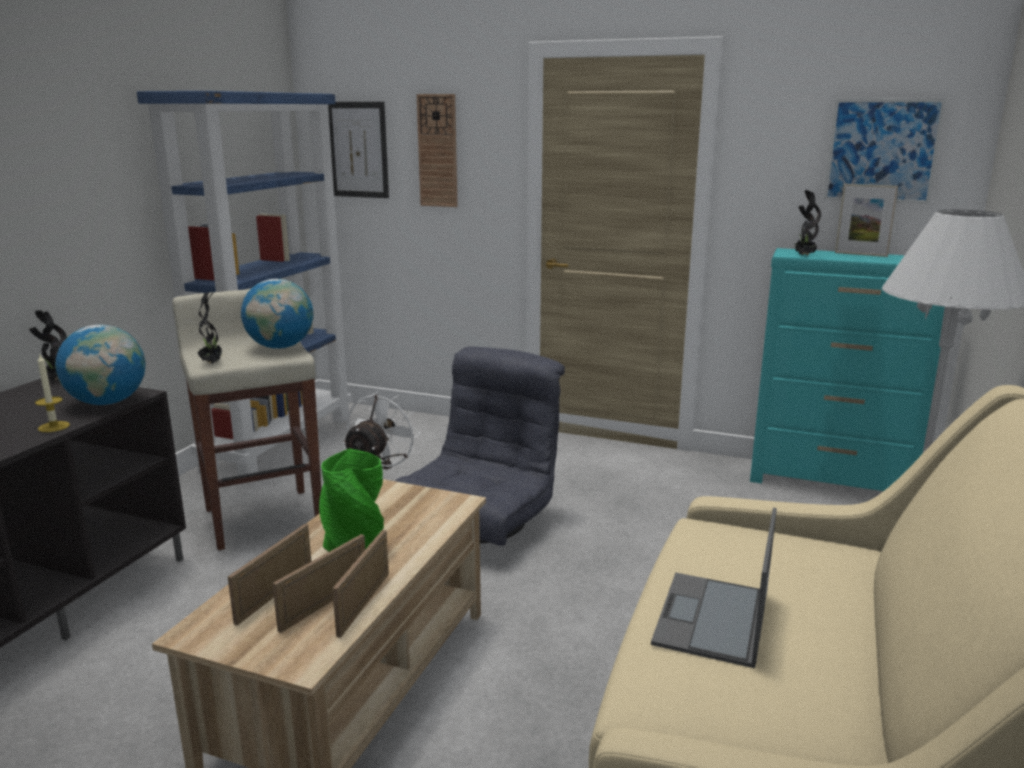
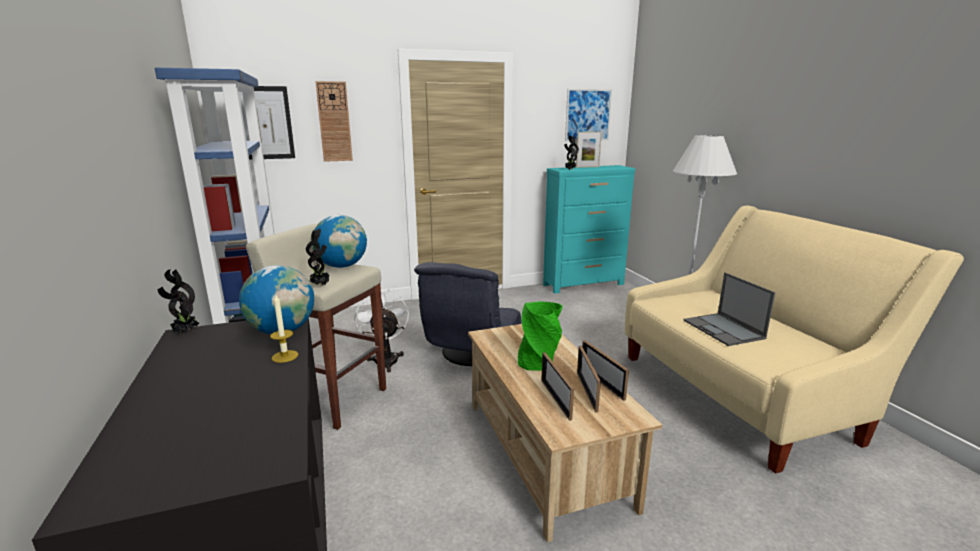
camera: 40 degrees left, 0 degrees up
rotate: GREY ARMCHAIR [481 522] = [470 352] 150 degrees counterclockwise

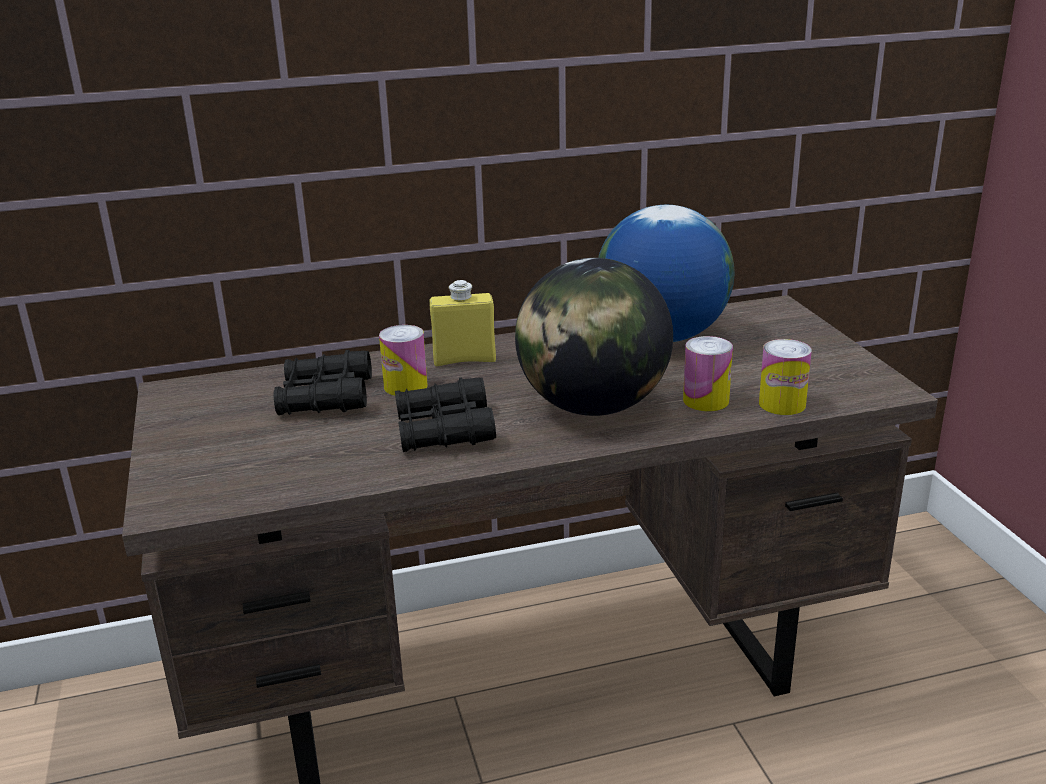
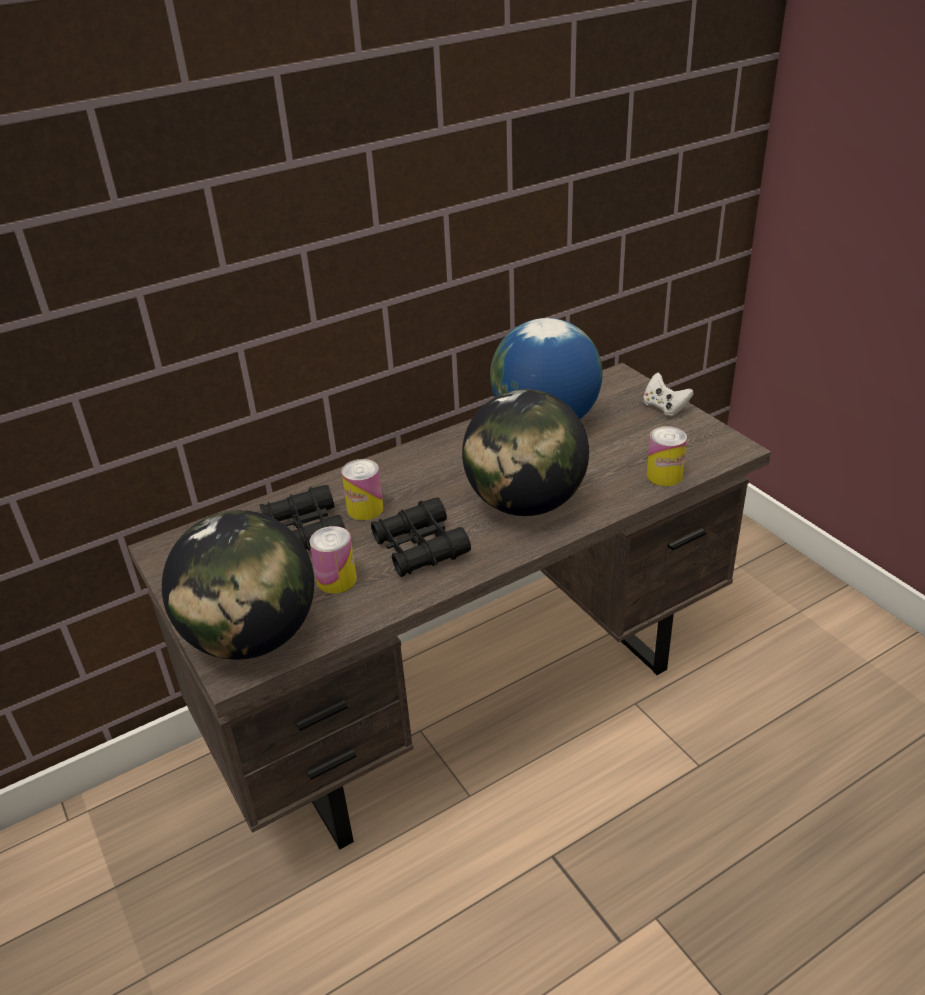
camera: 15 degrees left, 10 degrees up
delete: YELLOW BOTTLE [464 360]
insert: WHITE GAME CONTROLLER [664 408]; GLOBE [252 637]
move: CAN [706 401] to [336 580]

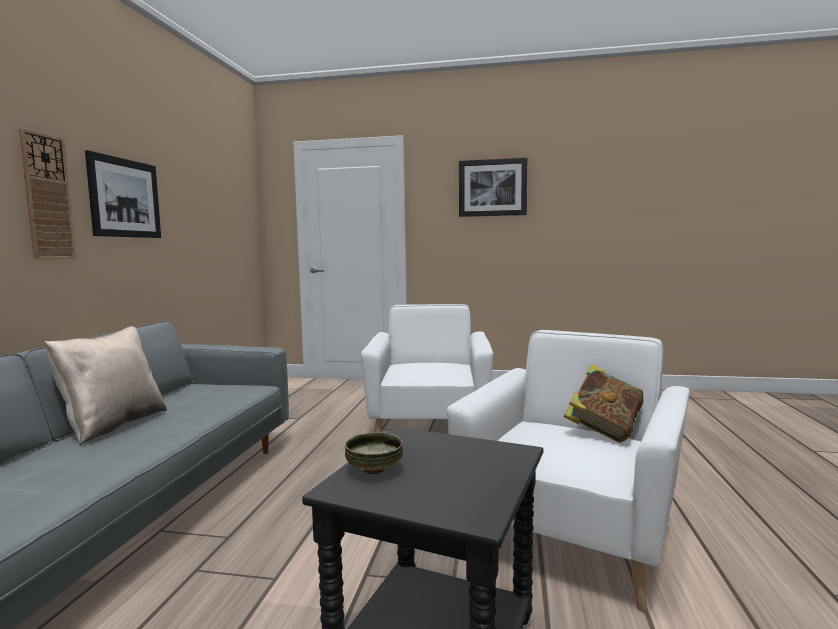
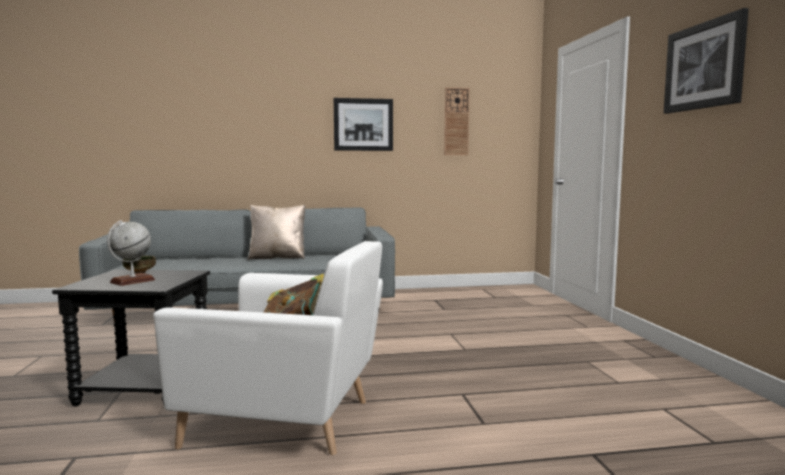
camera: 70 degrees right, 0 degrees up
delete: WHITE ARMCHAIR [429 425]
insert: GLOBE [132 281]
move: WALL CLOCK [47 197] to [456 121]

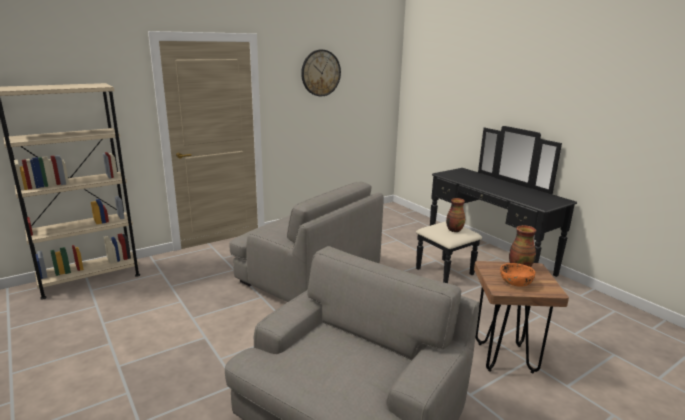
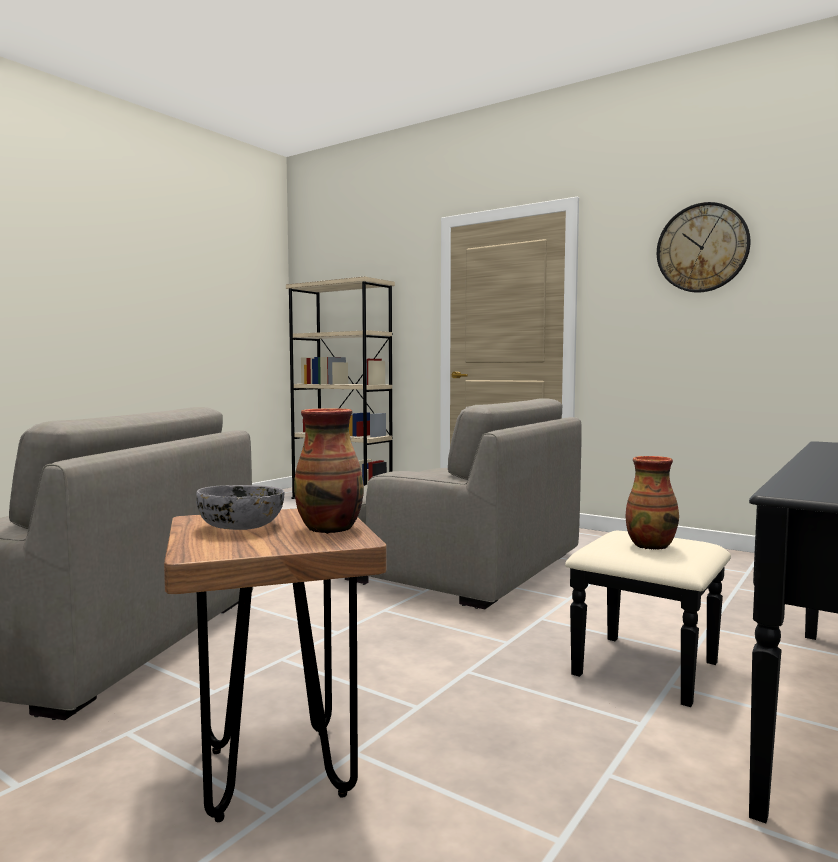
camera: 70 degrees right, 15 degrees down
recolor: ORANGE BOWL [515 282] to GREY BOWL [242 527]
rotate: GREY ARMCHAIR [308 274] = [461 567] 75 degrees counterclockwise

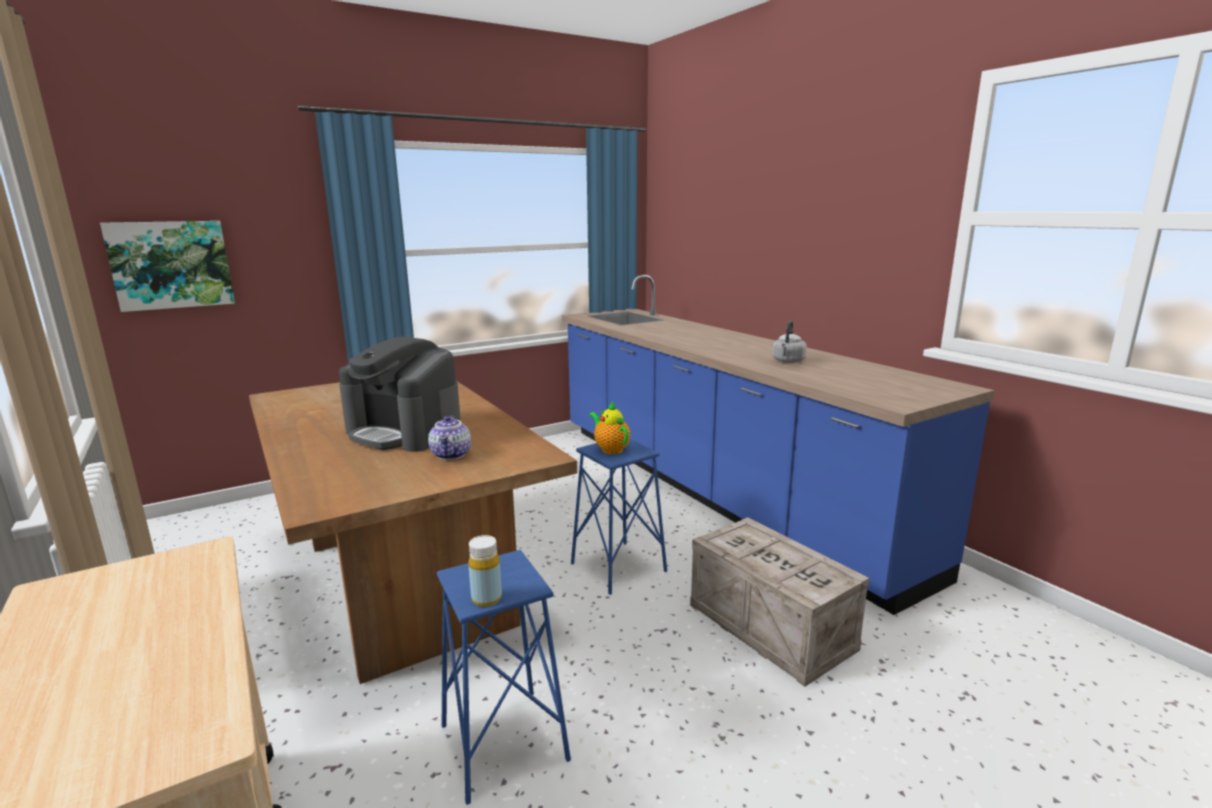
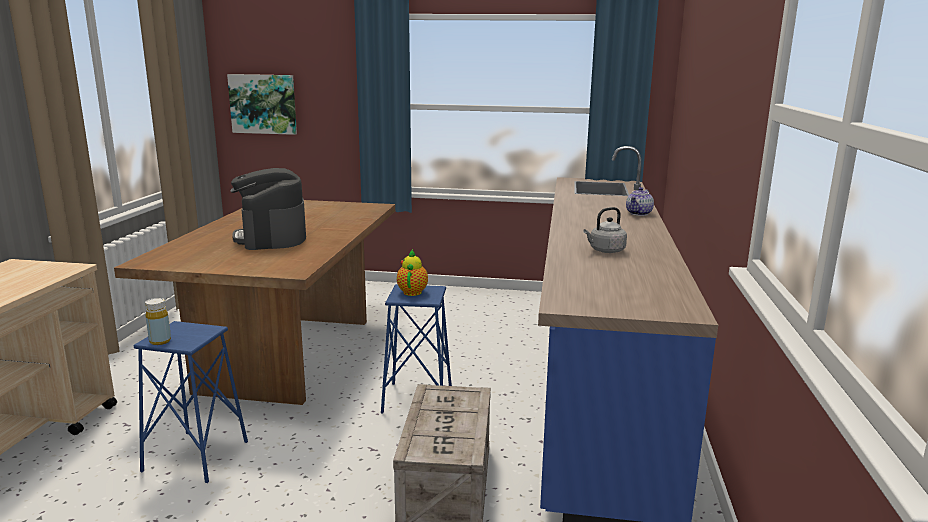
camera: 40 degrees right, 0 degrees up
move: TEAPOT [452 455] to [639 213]

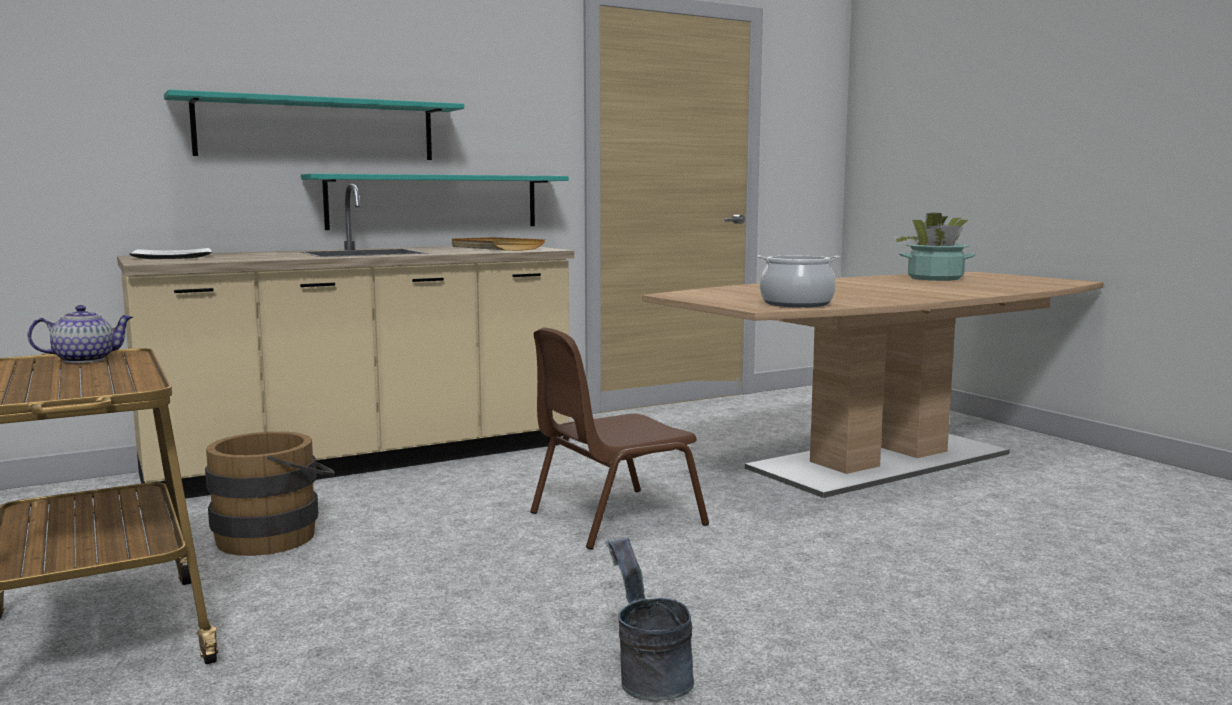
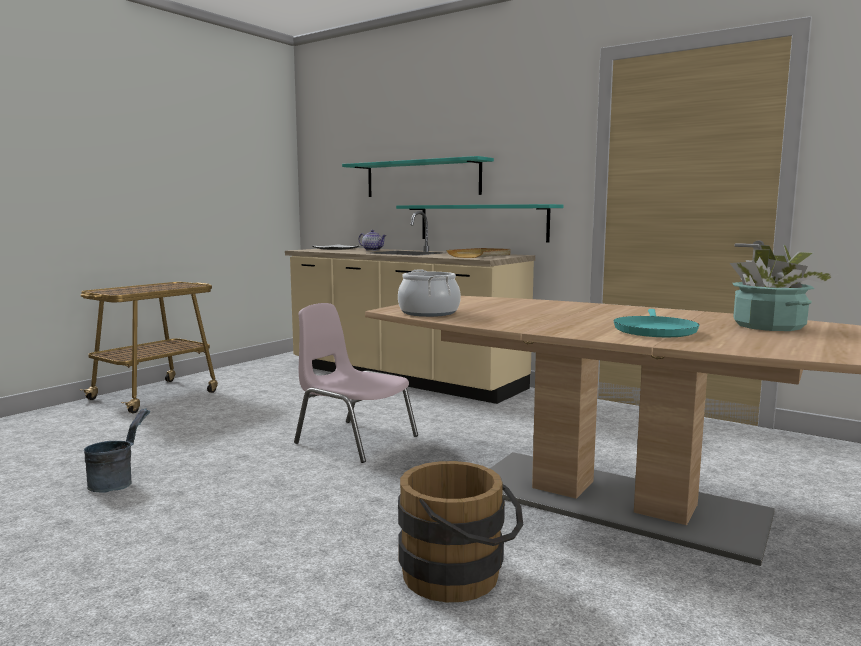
camera: 65 degrees right, 0 degrees up
insert: TURQUOISE FRYING PAN [654 331]
move: TEAPOT [85 360] to [373 250]; BROWN BUCKET [276 535] to [460 576]
recolor: BROWN CHAIR [613 519] to PINK CHAIR [354 439]

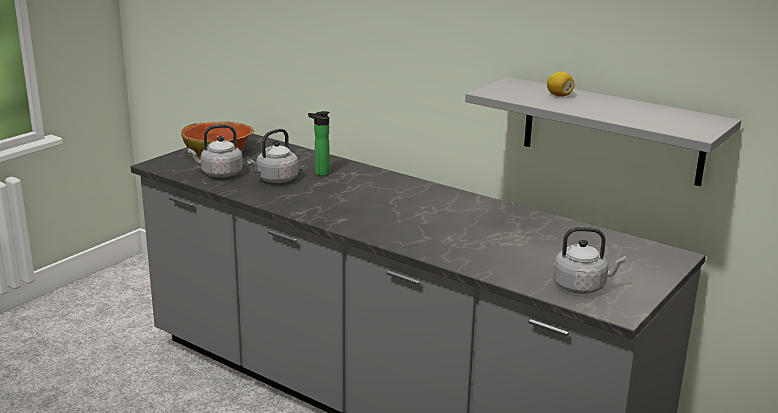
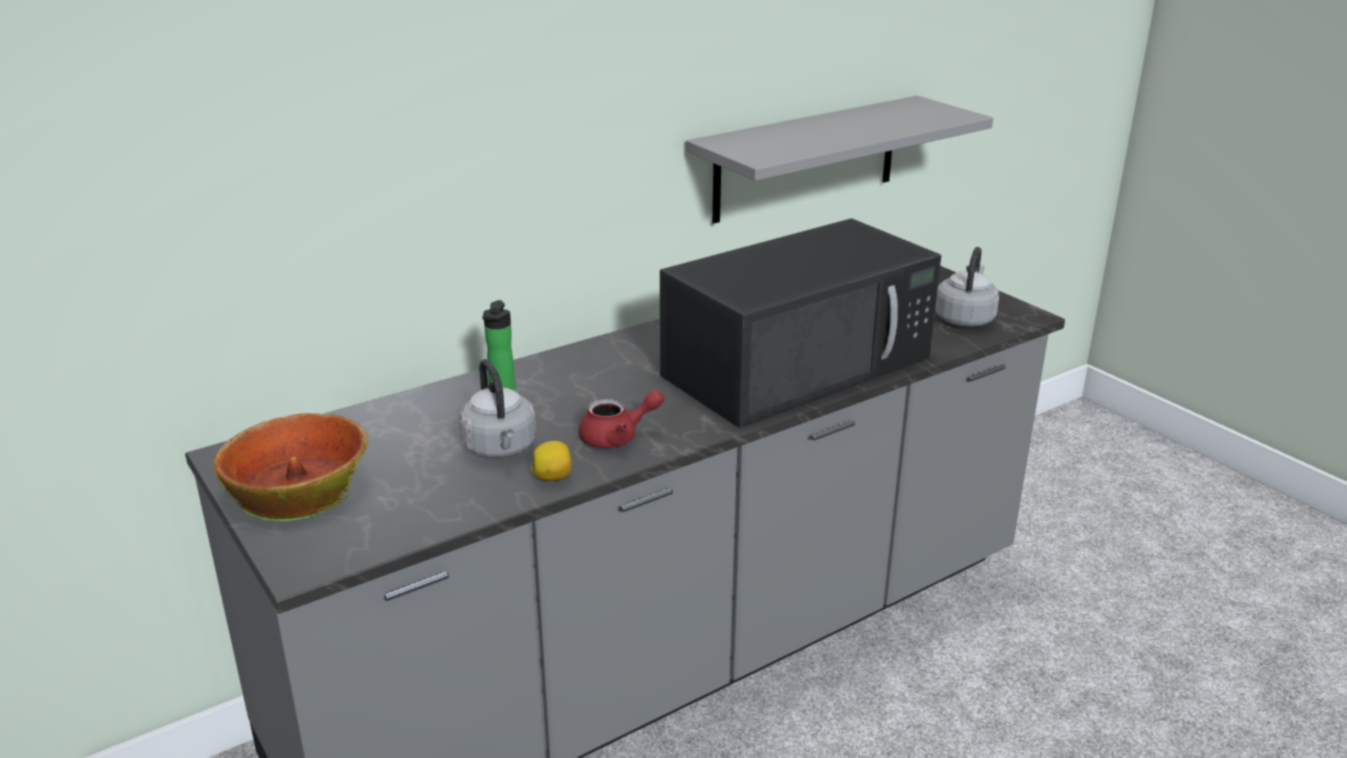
camera: 70 degrees left, 5 degrees up
delete: GREY KETTLE [219 174]
insert: BLACK MICROWAVE [799 365]; RED TEAPOT [617 437]
move: LEMON [559 95] to [553 477]

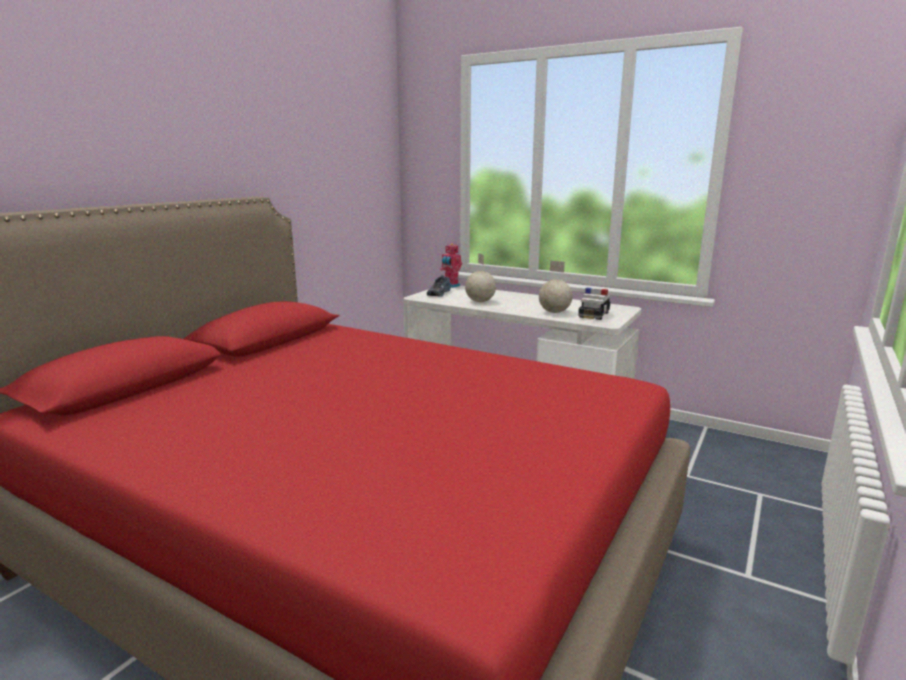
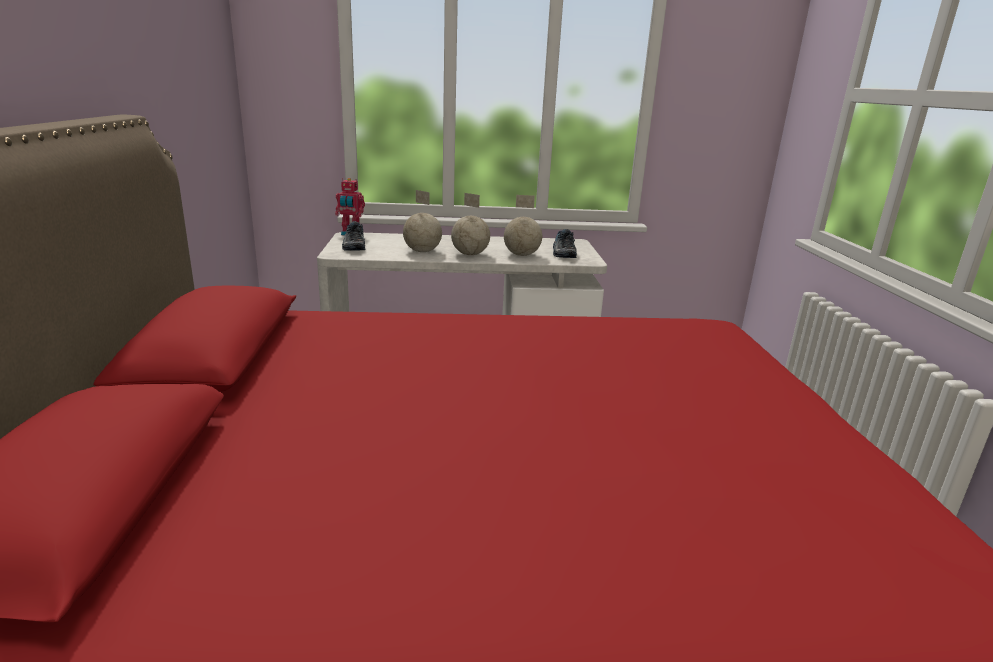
camera: 35 degrees left, 5 degrees up
insert: GLOBE [470 254]
replace: TOY CAR [594 315] to SHOE [562 253]

